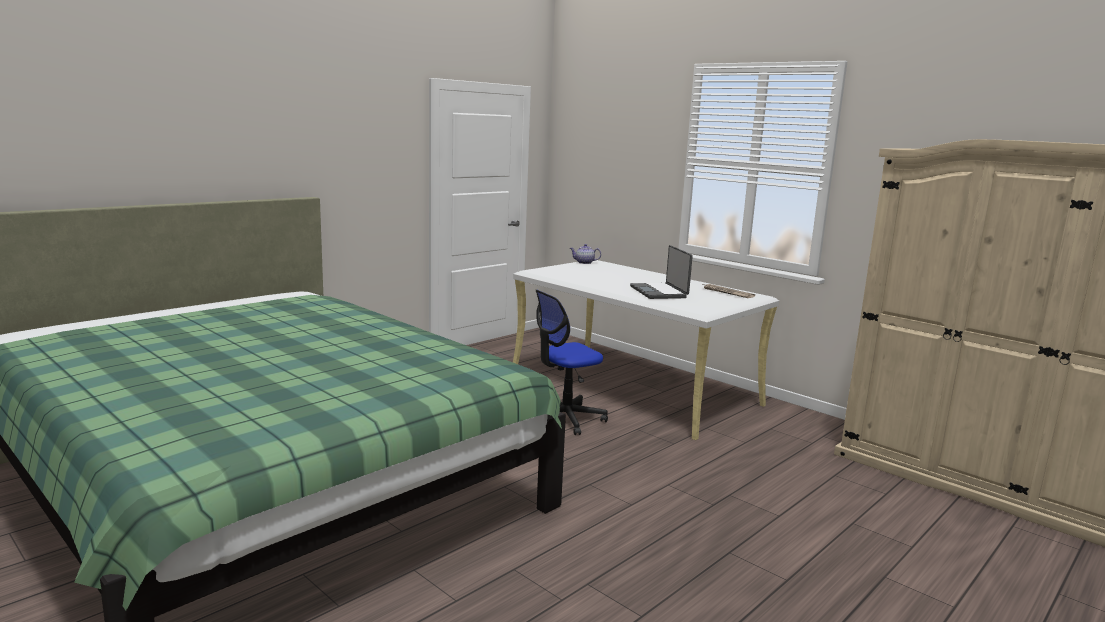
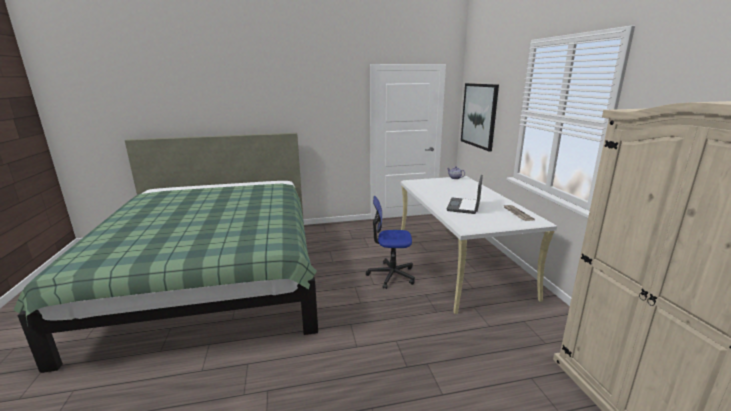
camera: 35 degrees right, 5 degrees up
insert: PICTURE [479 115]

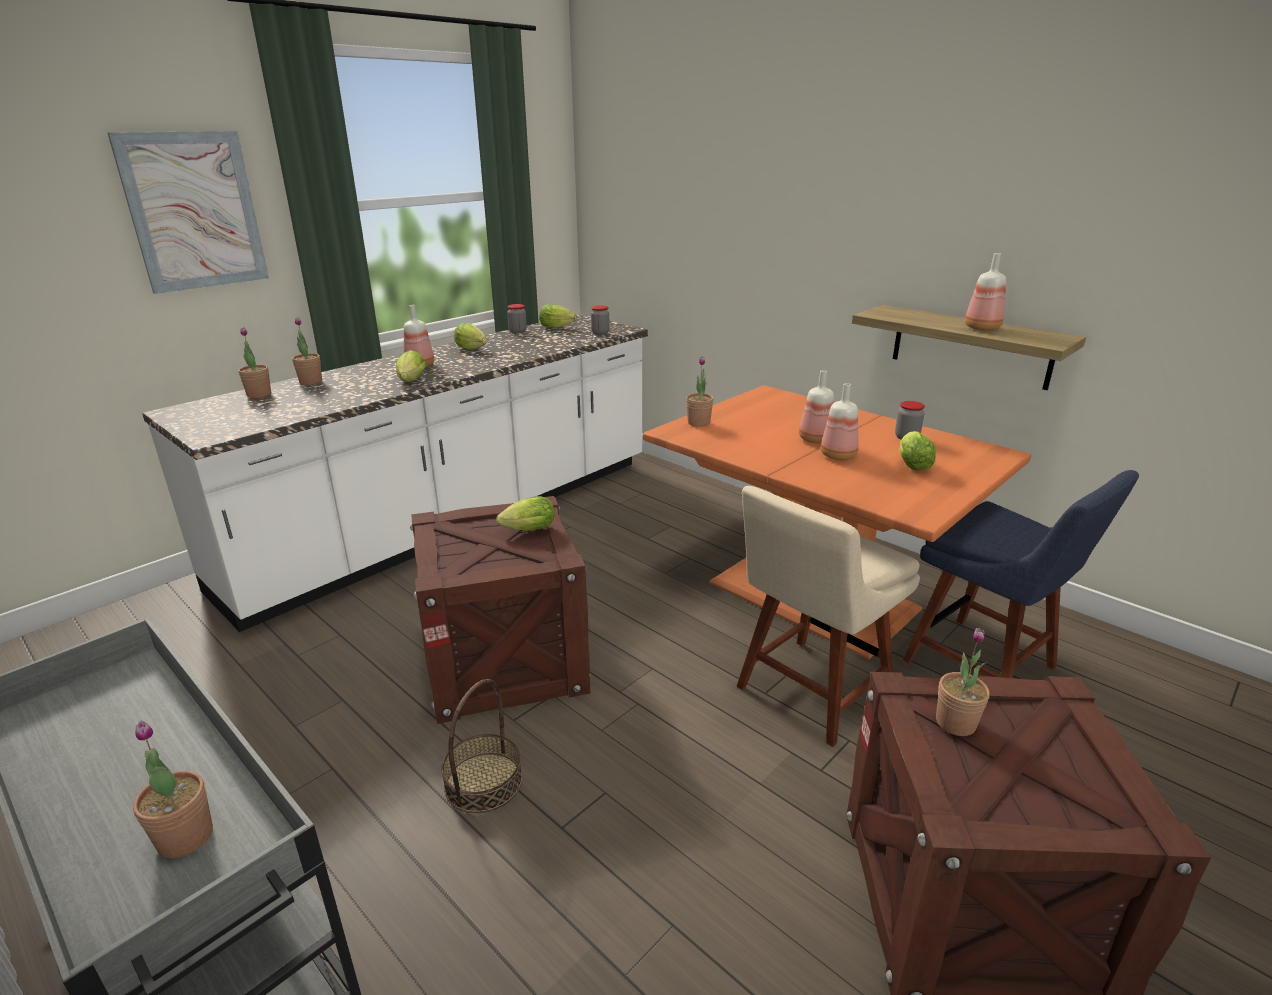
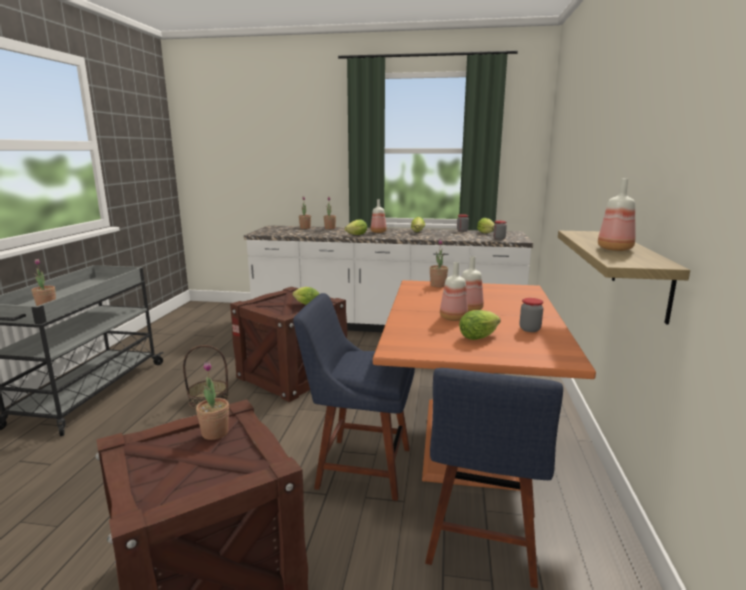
camera: 55 degrees right, 10 degrees down
delete: PICTURE [194 211]
recolor: BEIGE CHAIR [809 693] to BLUE CHAIR [358 466]

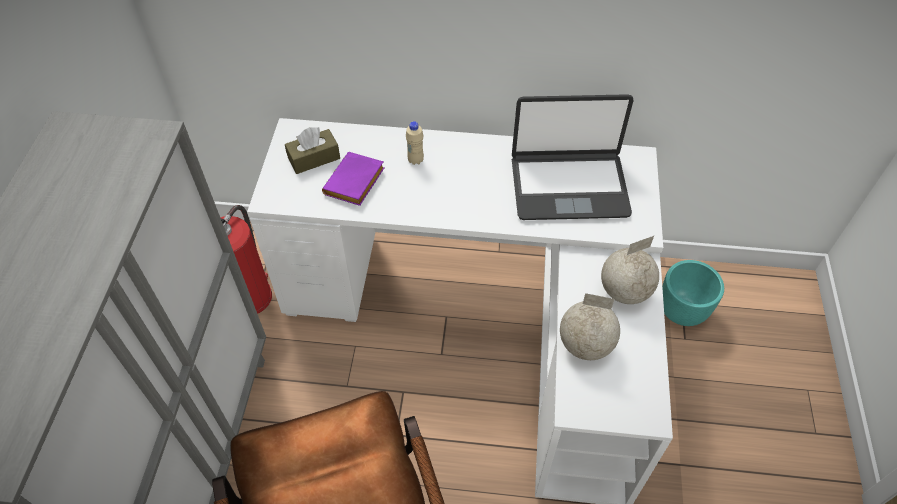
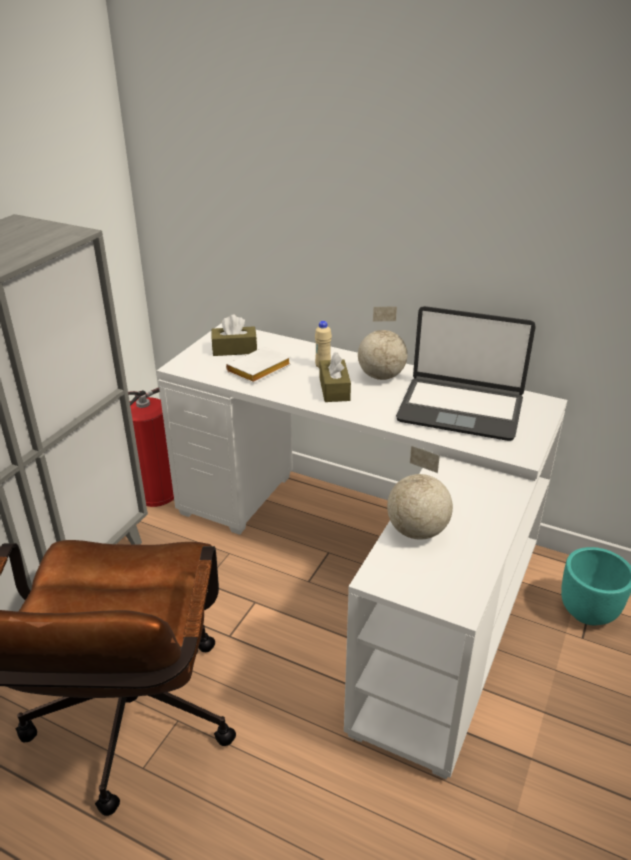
camera: 20 degrees right, 20 degrees down
insert: BROWN TISSUE BOX [334 389]
move: GLOBE [623 291] to [380 376]
recolor: PURPLE BOOK [355 184] to WHITE BOOK [259 371]

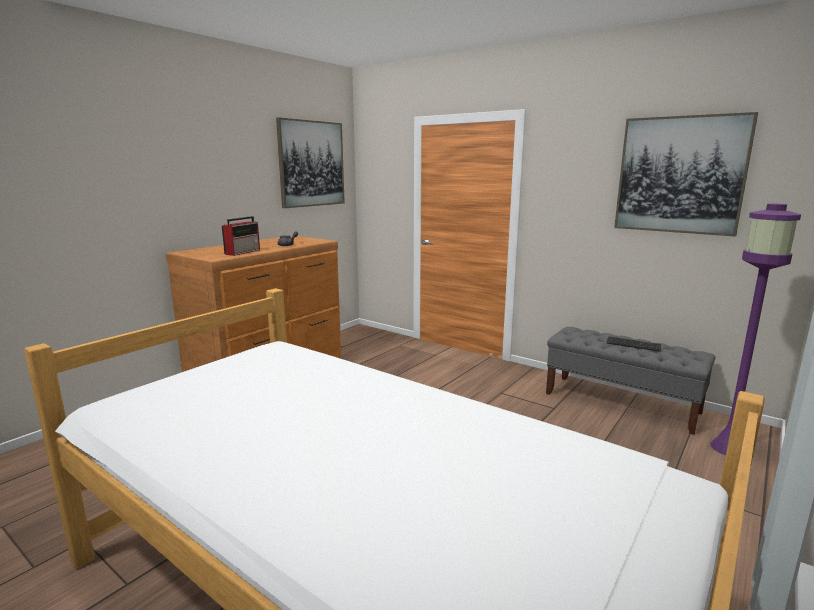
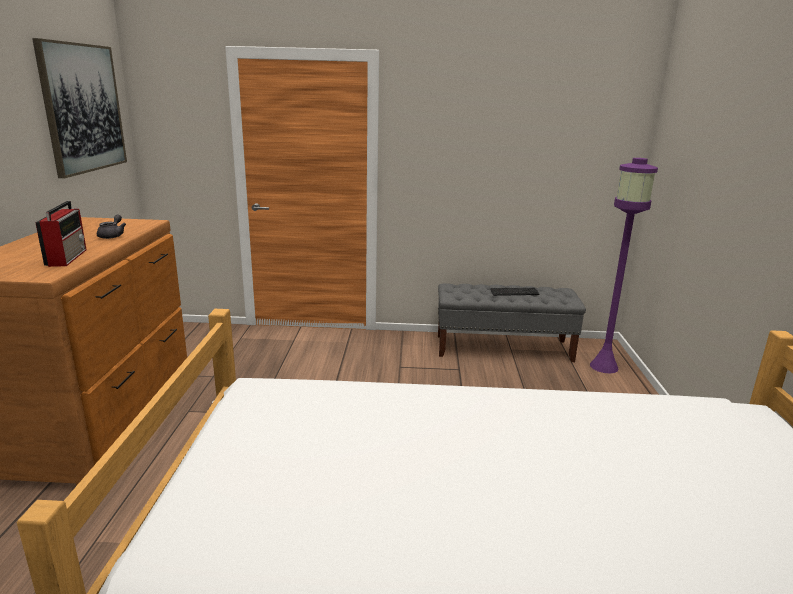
camera: 35 degrees left, 5 degrees up
delete: PICTURE [680 175]

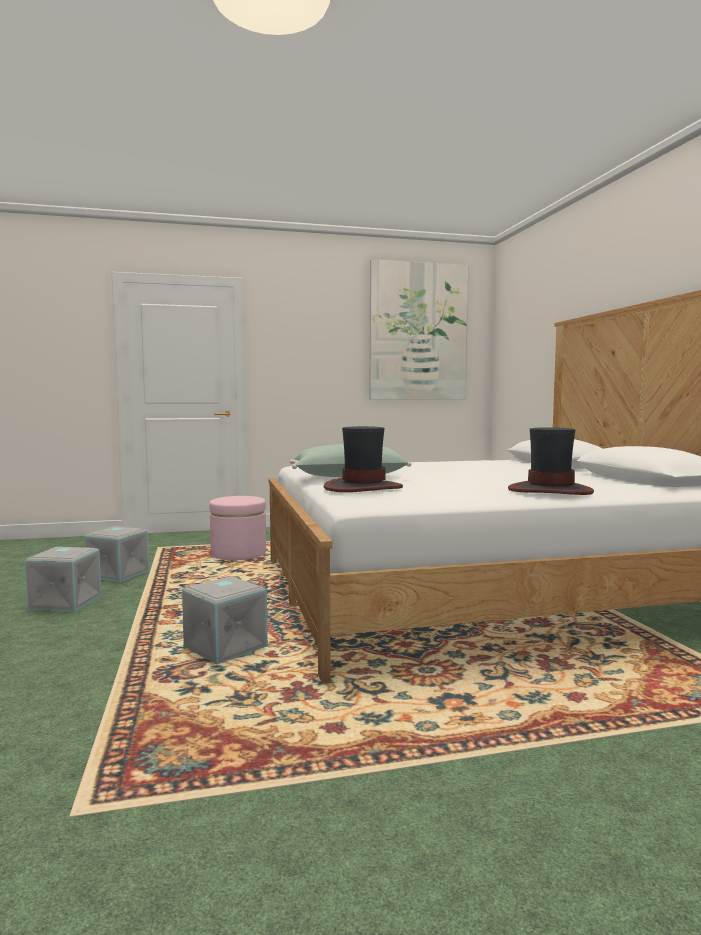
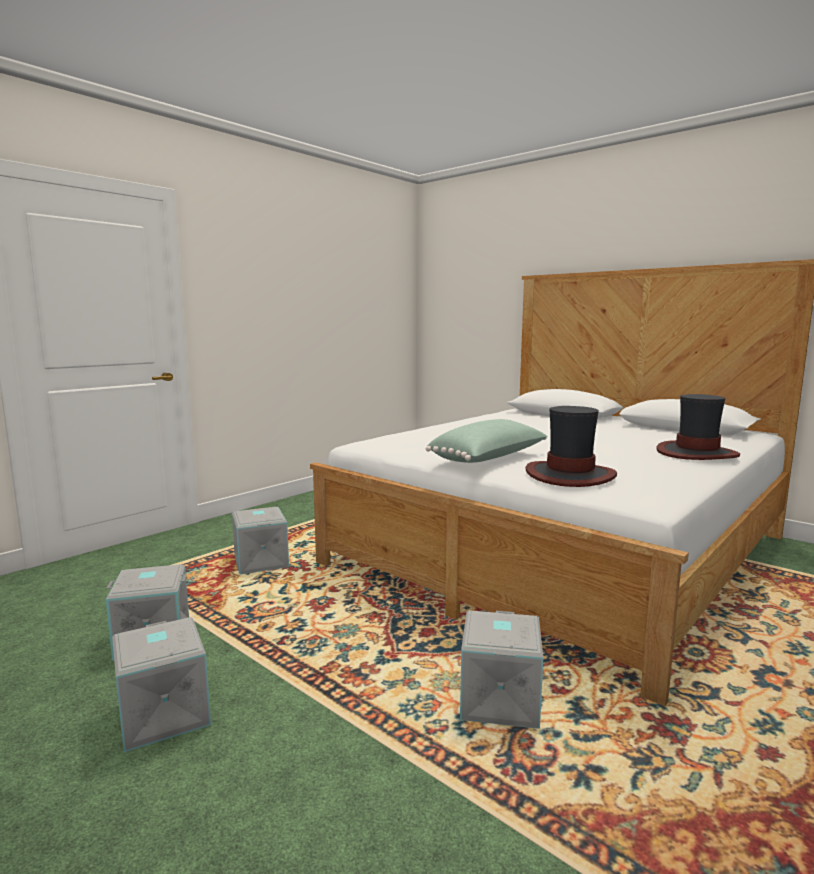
camera: 35 degrees left, 5 degrees up
delete: PICTURE [418 332]
replace: PINK OTTOMAN [238 553] to GREY STORAGE BOX [260 562]

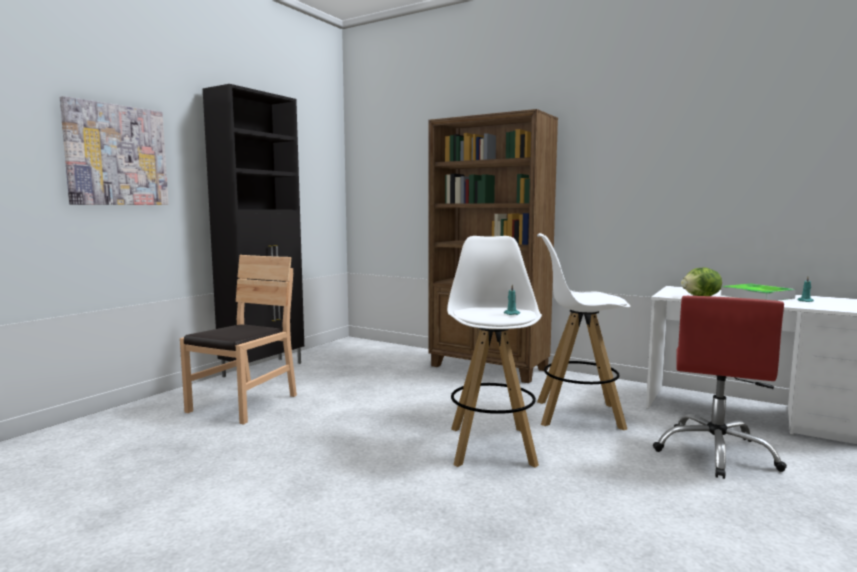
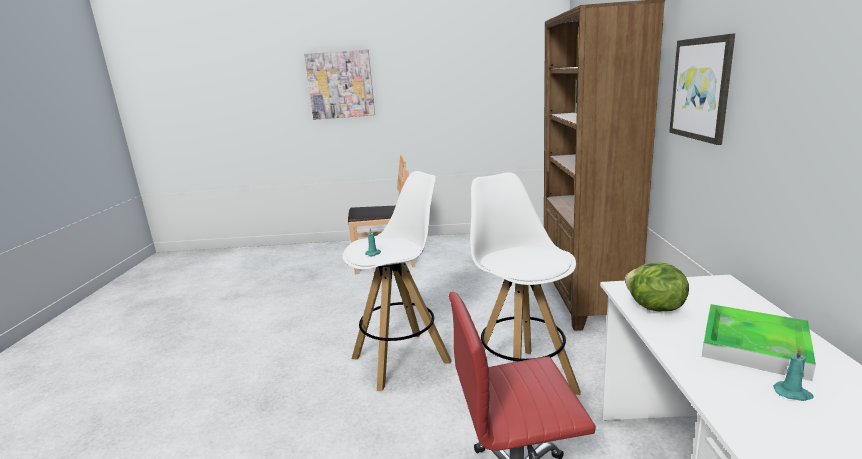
camera: 60 degrees right, 10 degrees up
delete: BLACK CABINET [264 369]
insert: PICTURE [701 89]

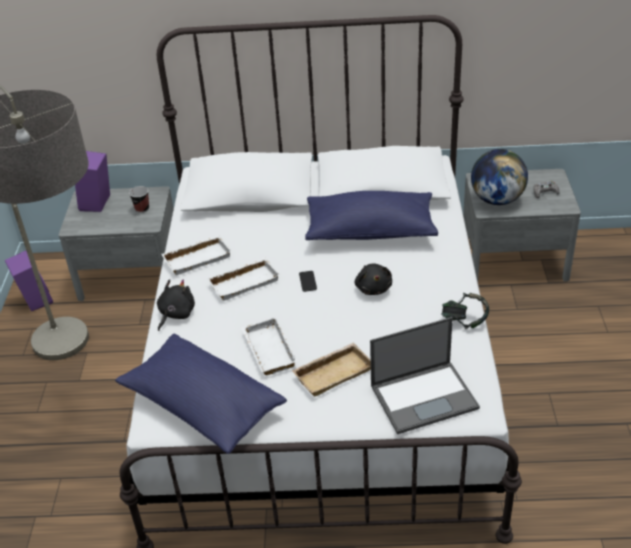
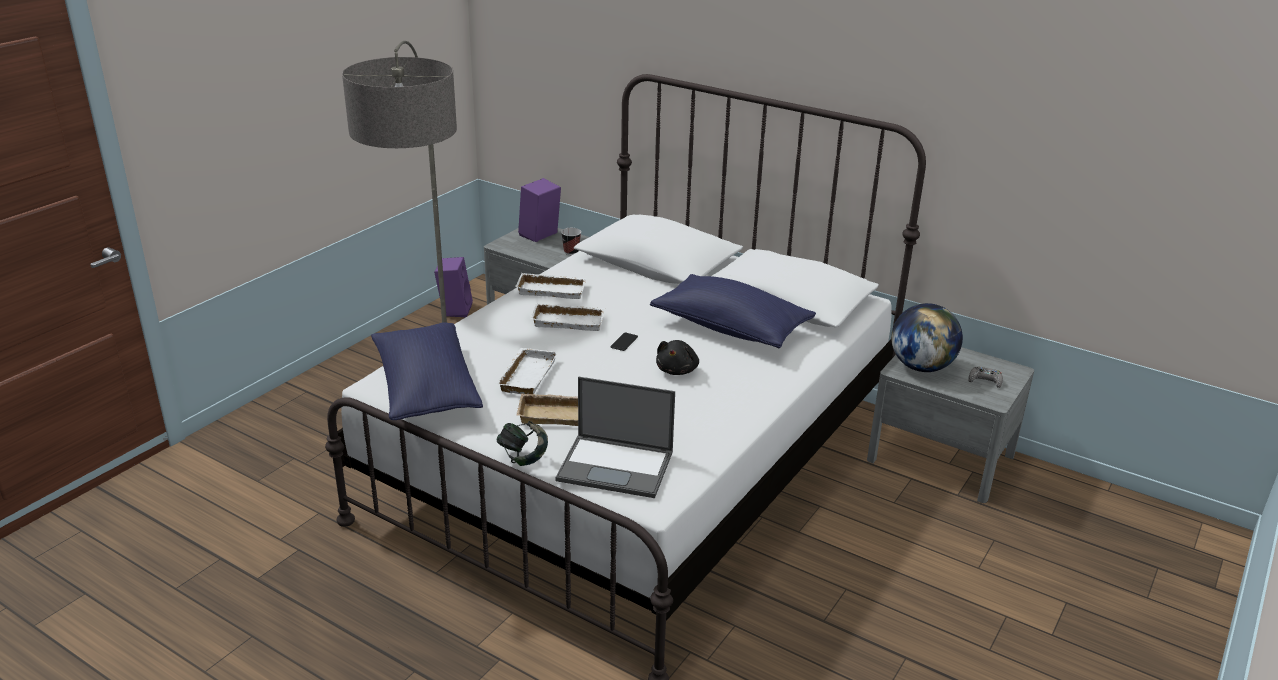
camera: 30 degrees right, 10 degrees down
delete: BLACK PLUSH TOY [175 314]
move: HEADPHONES [464 321] to [523 457]

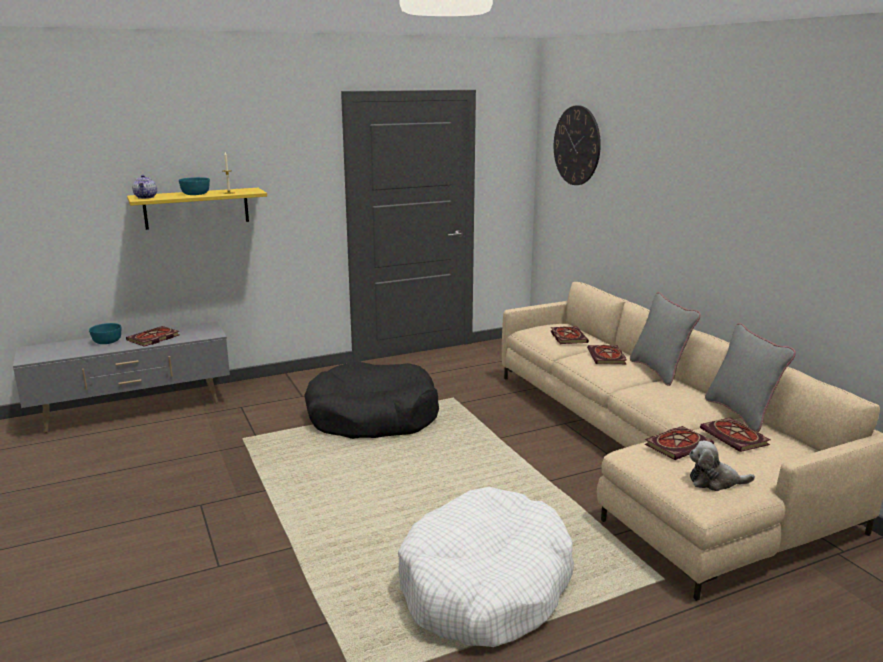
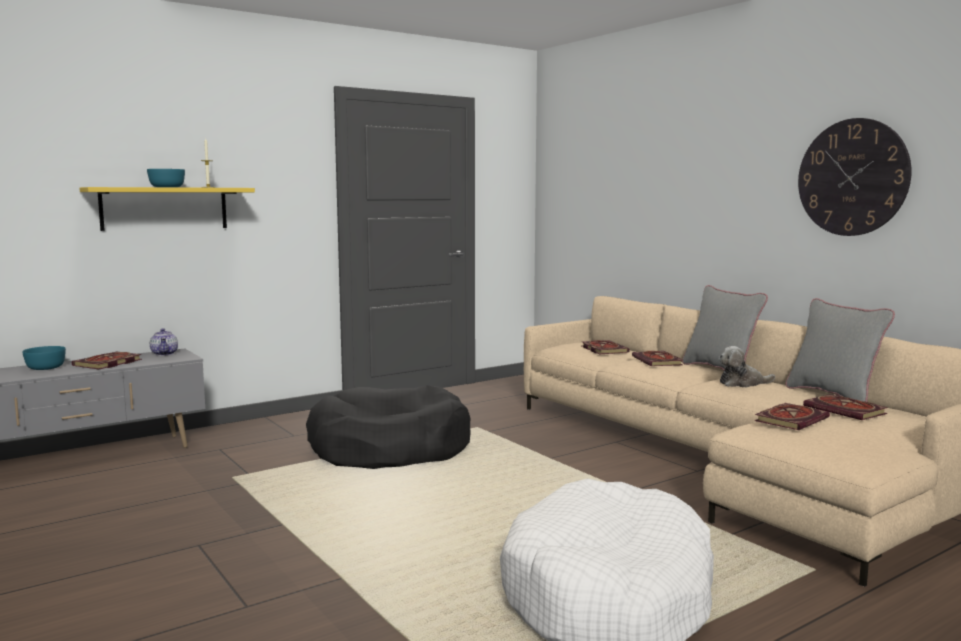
camera: 10 degrees left, 10 degrees down
move: WALL CLOCK [577 145] to [852 177]; TEAPOT [146 197] to [165 353]; PLUSH TOY [715 481] to [742 383]

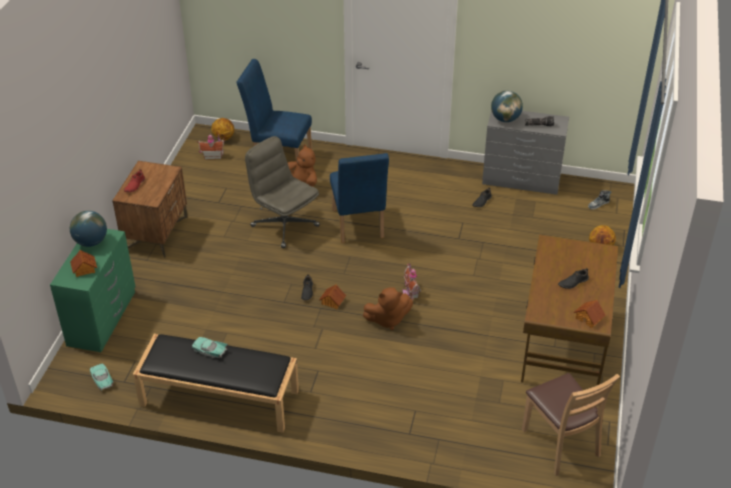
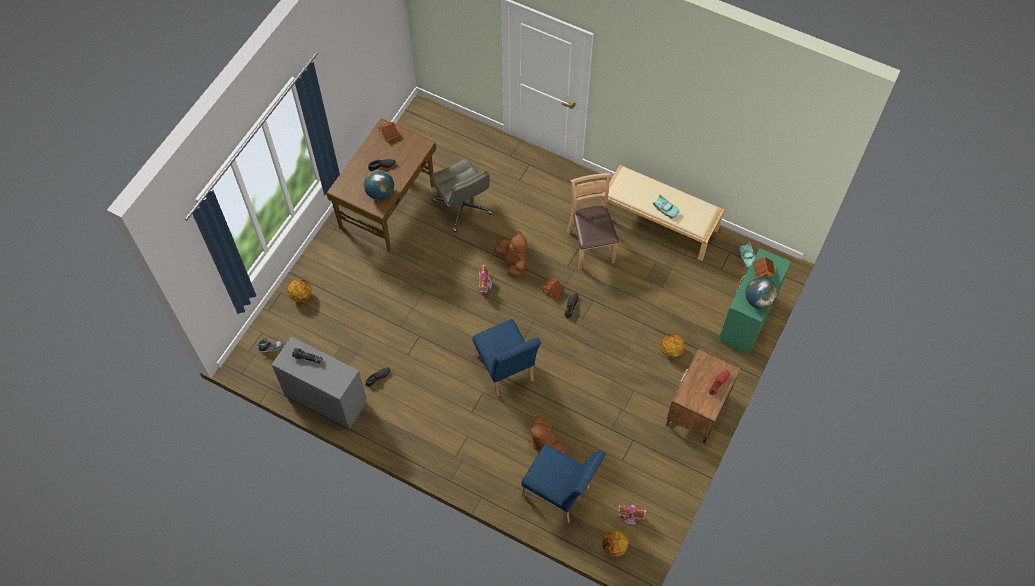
camera: 165 degrees left, 20 degrees up
insert: BASKETBALL [671 350]
move: GLOBE [505 119] to [380 193]; GREY OFFICE CHAIR [284 226] to [463 208]; BROWN CHAIR [560 444] to [591 245]
recolor: BLACK BENCH [218 398] to BEIGE BENCH [659 222]
rotate: BLUE CHAIR [358 227] = [506 372] 150 degrees clockwise; BROWN PLUSH TOY [387 319] = [513 262] 60 degrees clockwise

